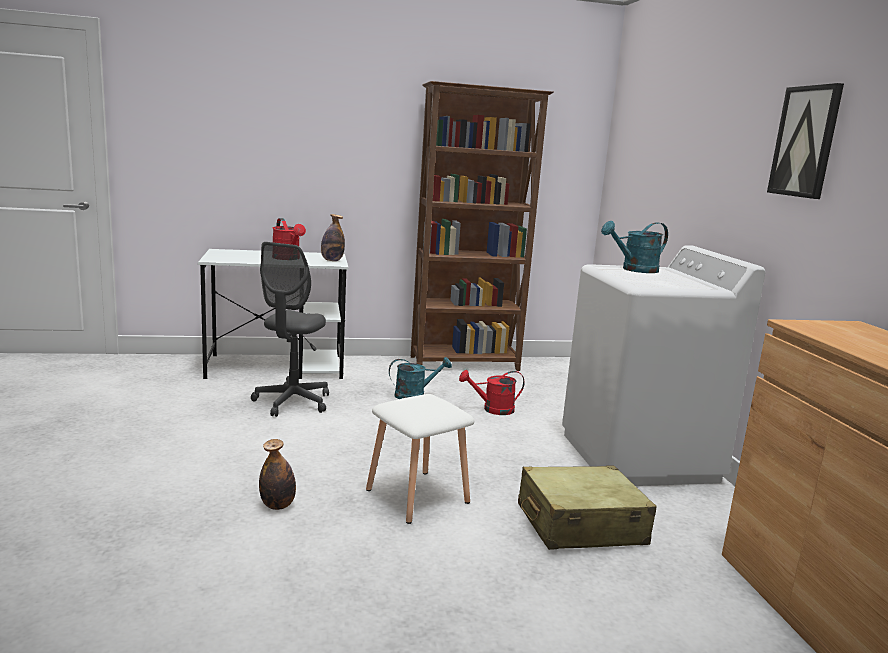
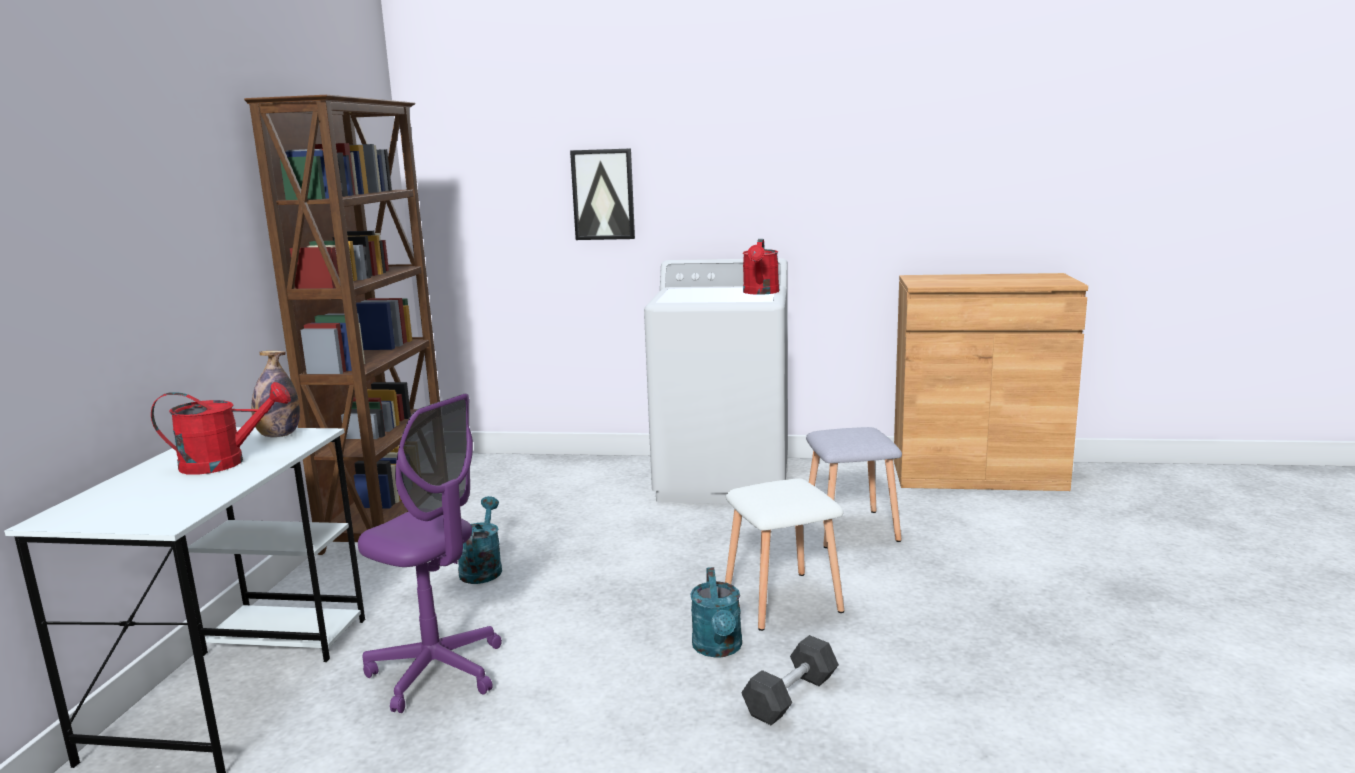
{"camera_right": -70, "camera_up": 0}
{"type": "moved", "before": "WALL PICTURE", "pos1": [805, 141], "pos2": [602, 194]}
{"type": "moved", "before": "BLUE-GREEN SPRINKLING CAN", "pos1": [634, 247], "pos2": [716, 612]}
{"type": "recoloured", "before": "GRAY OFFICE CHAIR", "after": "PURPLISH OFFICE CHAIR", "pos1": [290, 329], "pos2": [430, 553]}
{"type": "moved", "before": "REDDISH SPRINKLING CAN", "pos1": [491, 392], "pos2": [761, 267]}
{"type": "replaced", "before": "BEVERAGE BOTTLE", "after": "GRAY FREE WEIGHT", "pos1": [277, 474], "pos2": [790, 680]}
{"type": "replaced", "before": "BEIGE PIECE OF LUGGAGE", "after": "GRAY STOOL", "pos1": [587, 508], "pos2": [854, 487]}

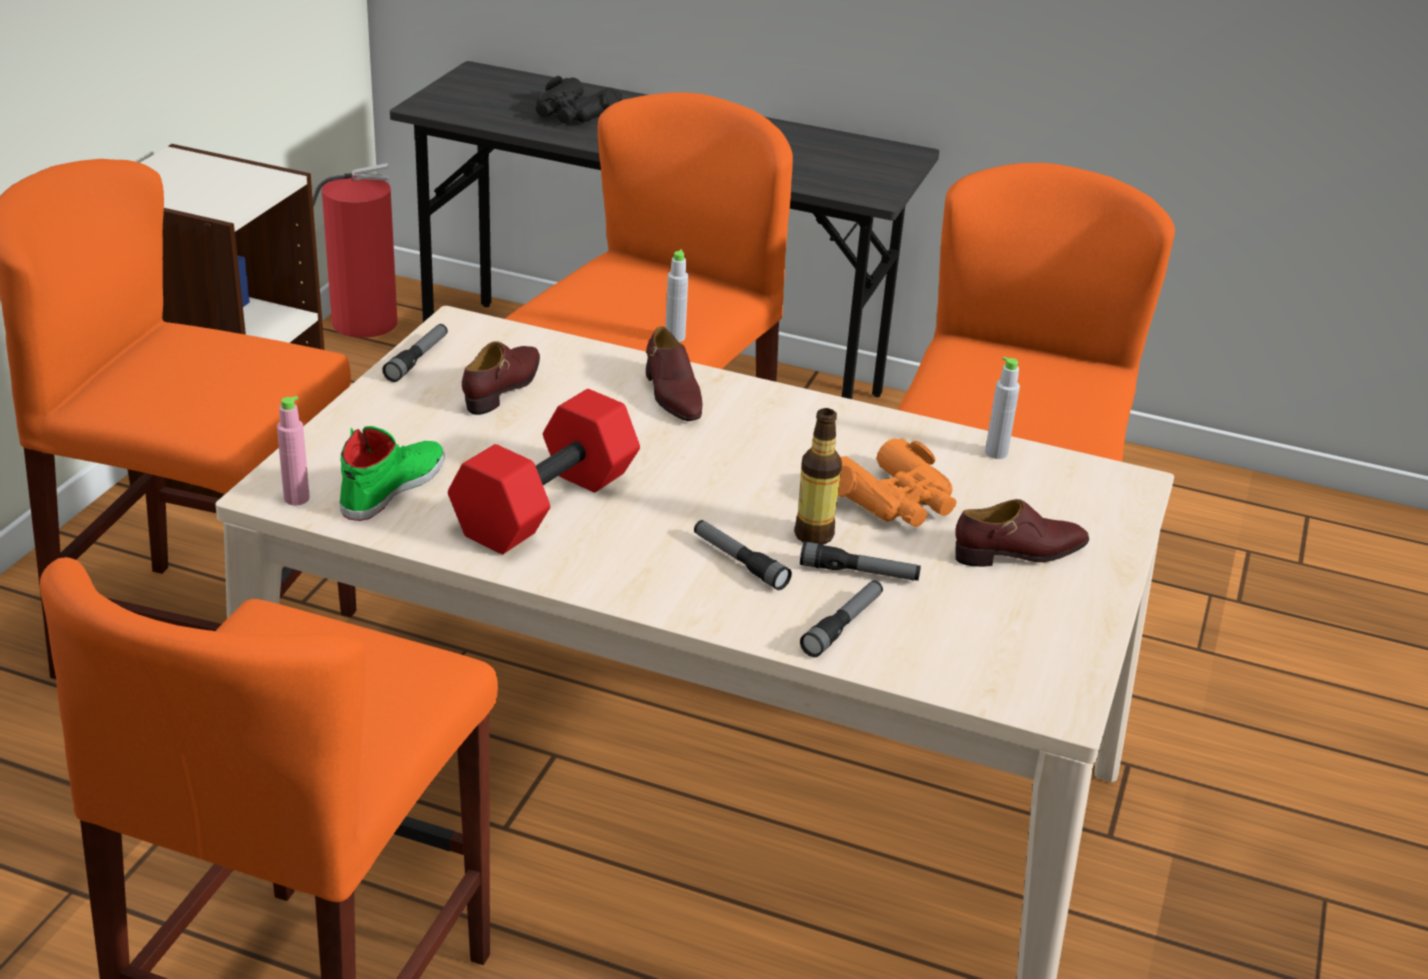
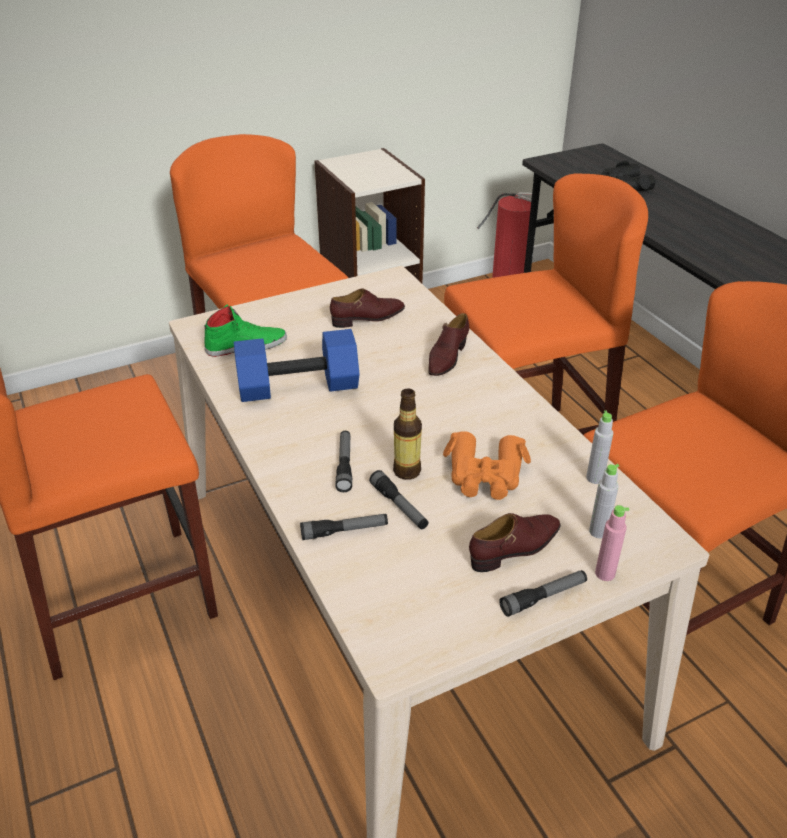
{"camera_right": 45, "camera_up": 5}
{"type": "moved", "before": "GRAY BEVERAGE BOTTLE", "pos1": [676, 296], "pos2": [604, 501]}
{"type": "moved", "before": "HAND TORCH", "pos1": [415, 353], "pos2": [543, 593]}
{"type": "recoloured", "before": "REDDISH FREE WEIGHT", "after": "BLUE FREE WEIGHT", "pos1": [544, 471], "pos2": [296, 365]}
{"type": "moved", "before": "PINK BEVERAGE BOTTLE", "pos1": [293, 450], "pos2": [612, 543]}
{"type": "turned", "before": "BROWN ITEM OF FOOTWEAR", "pos1": [1022, 533], "pos2": [515, 542], "turn": -60}

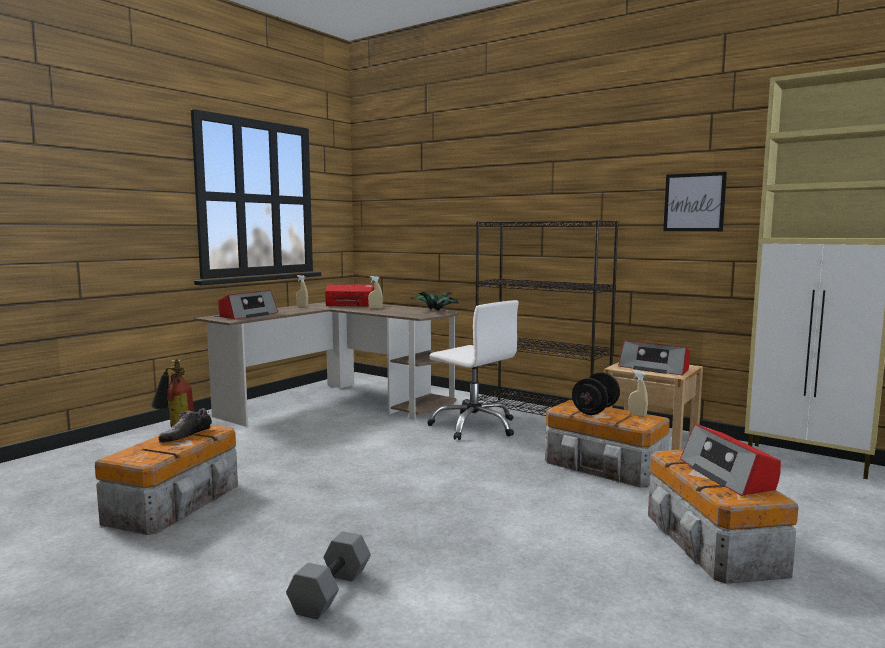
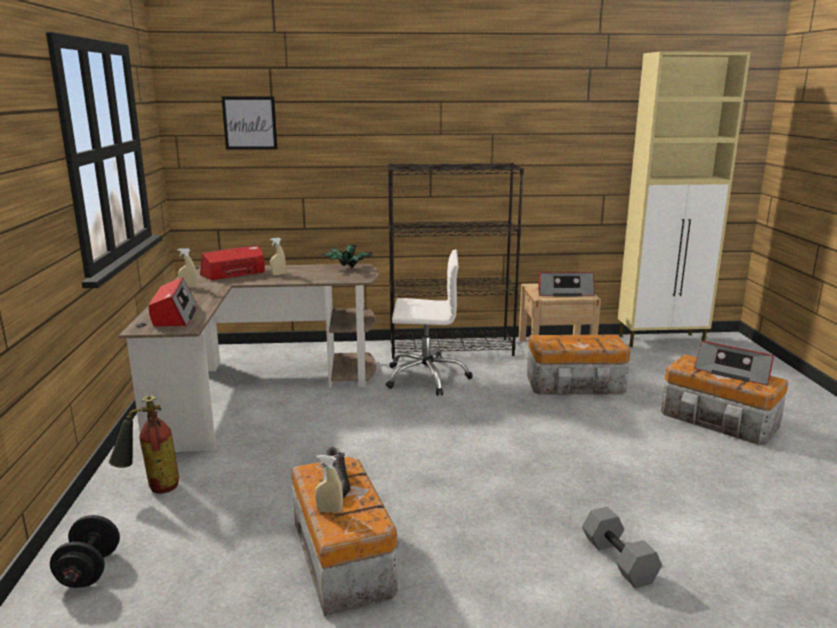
{"camera_right": -40, "camera_up": 10}
{"type": "moved", "before": "WALL PICTURE", "pos1": [695, 201], "pos2": [249, 123]}
{"type": "moved", "before": "BEIGE SPRAY BOTTLE", "pos1": [638, 393], "pos2": [329, 484]}
{"type": "moved", "before": "BLACK FREE WEIGHT", "pos1": [596, 393], "pos2": [85, 551]}

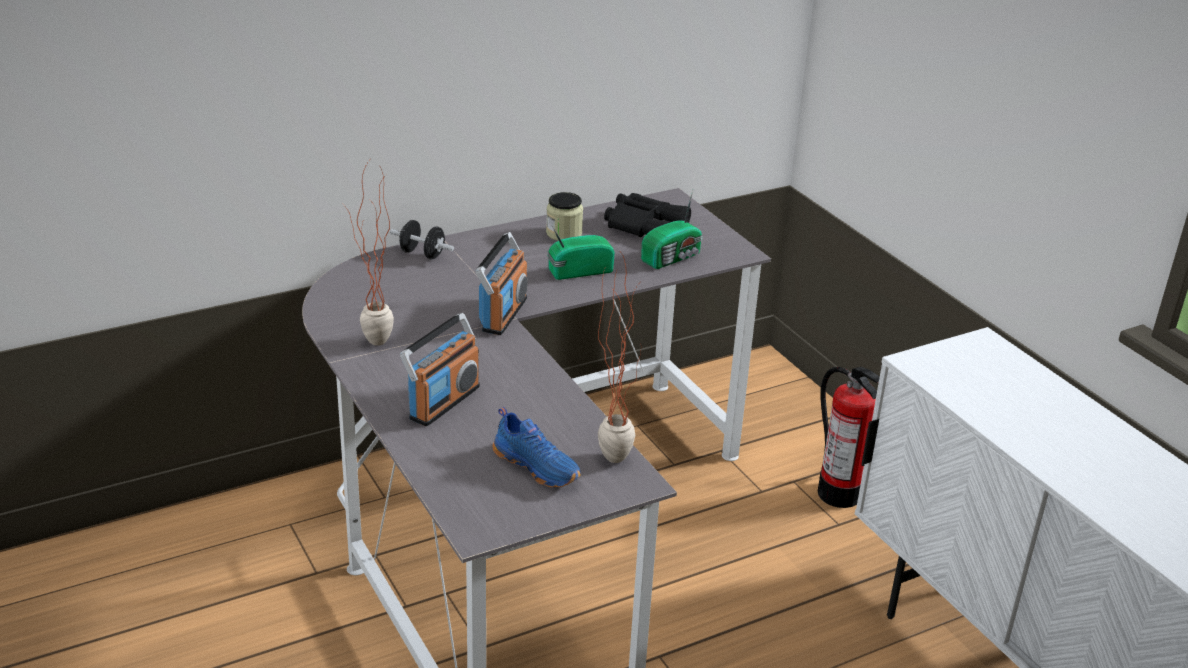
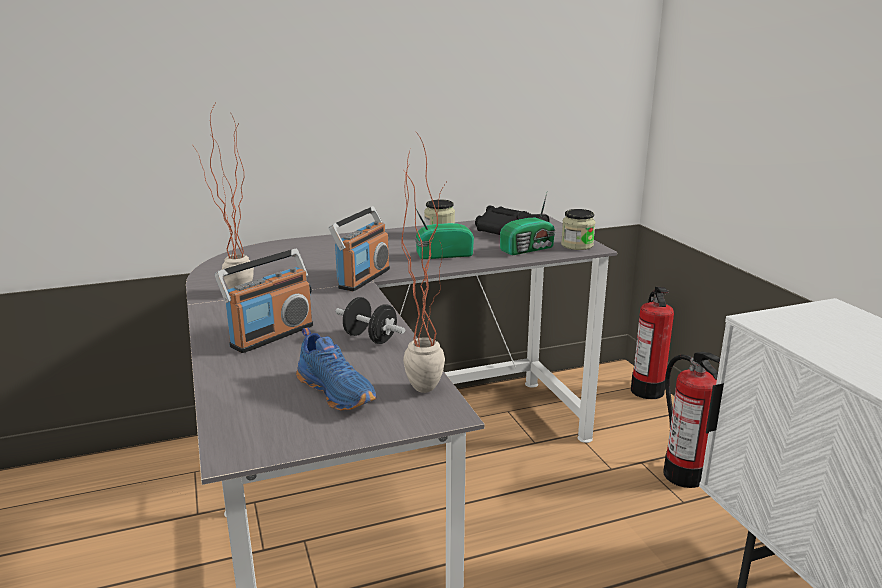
{"camera_right": 10, "camera_up": -10}
{"type": "moved", "before": "BLACK FREE WEIGHT", "pos1": [422, 239], "pos2": [370, 320]}
{"type": "added", "after": "STORAGE JAR", "pos2": [578, 229]}
{"type": "added", "after": "FIRE EXTINGUISHER", "pos2": [652, 343]}

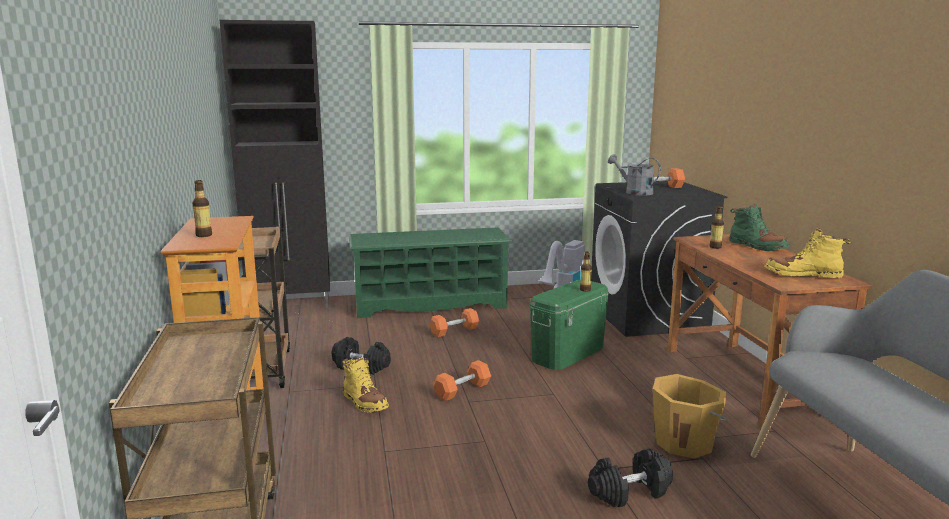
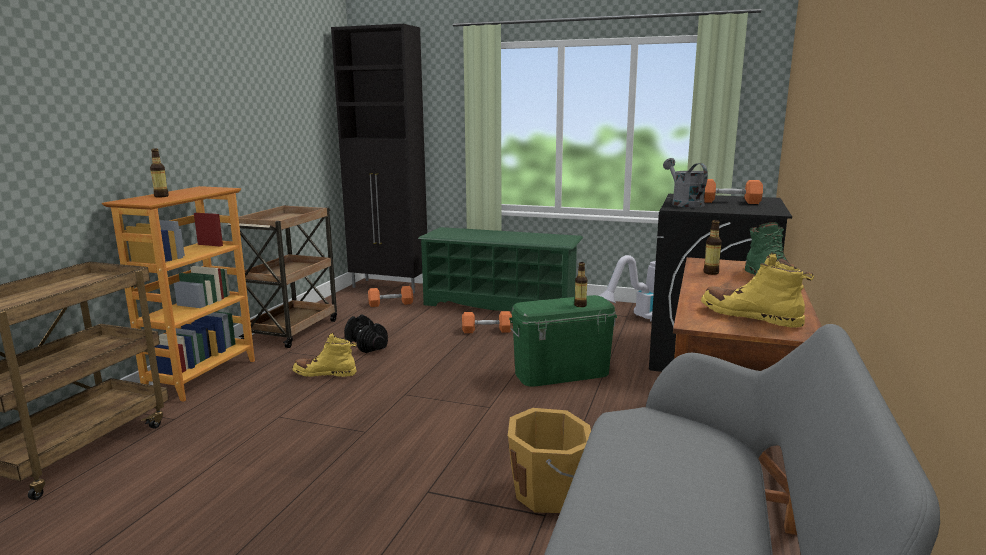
{"camera_right": 30, "camera_up": 0}
{"type": "turned", "before": "YELLOW-COLOURED HIGH-TOP BOOT", "pos1": [365, 385], "pos2": [325, 355], "turn": 105}
{"type": "moved", "before": "ORANGE-COLOURED FREE WEIGHT", "pos1": [462, 380], "pos2": [390, 296]}
{"type": "removed", "before": "BLACK FREE WEIGHT", "pos1": [630, 477]}

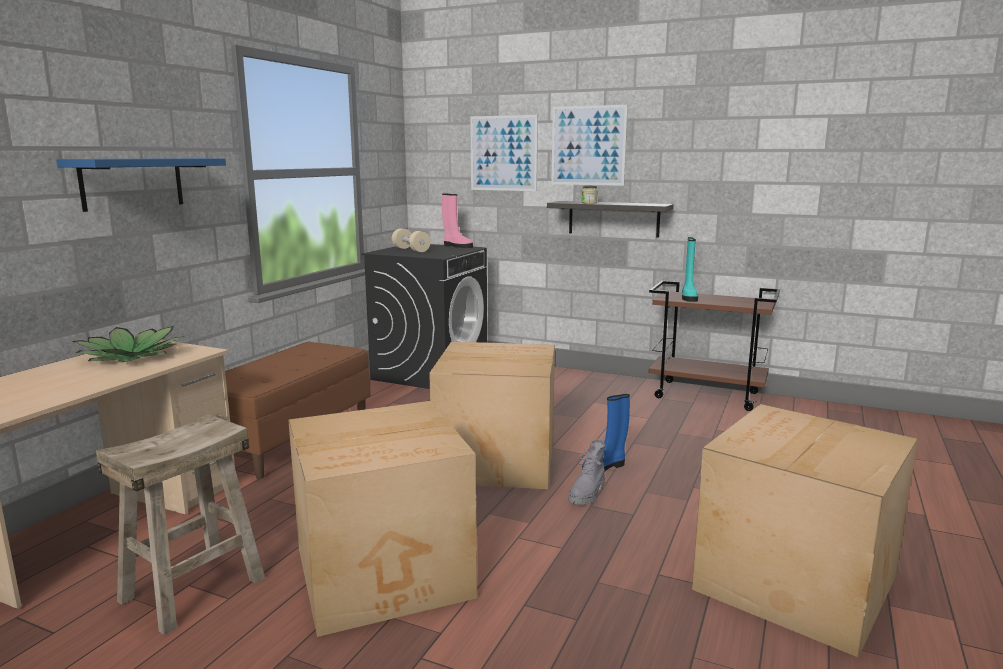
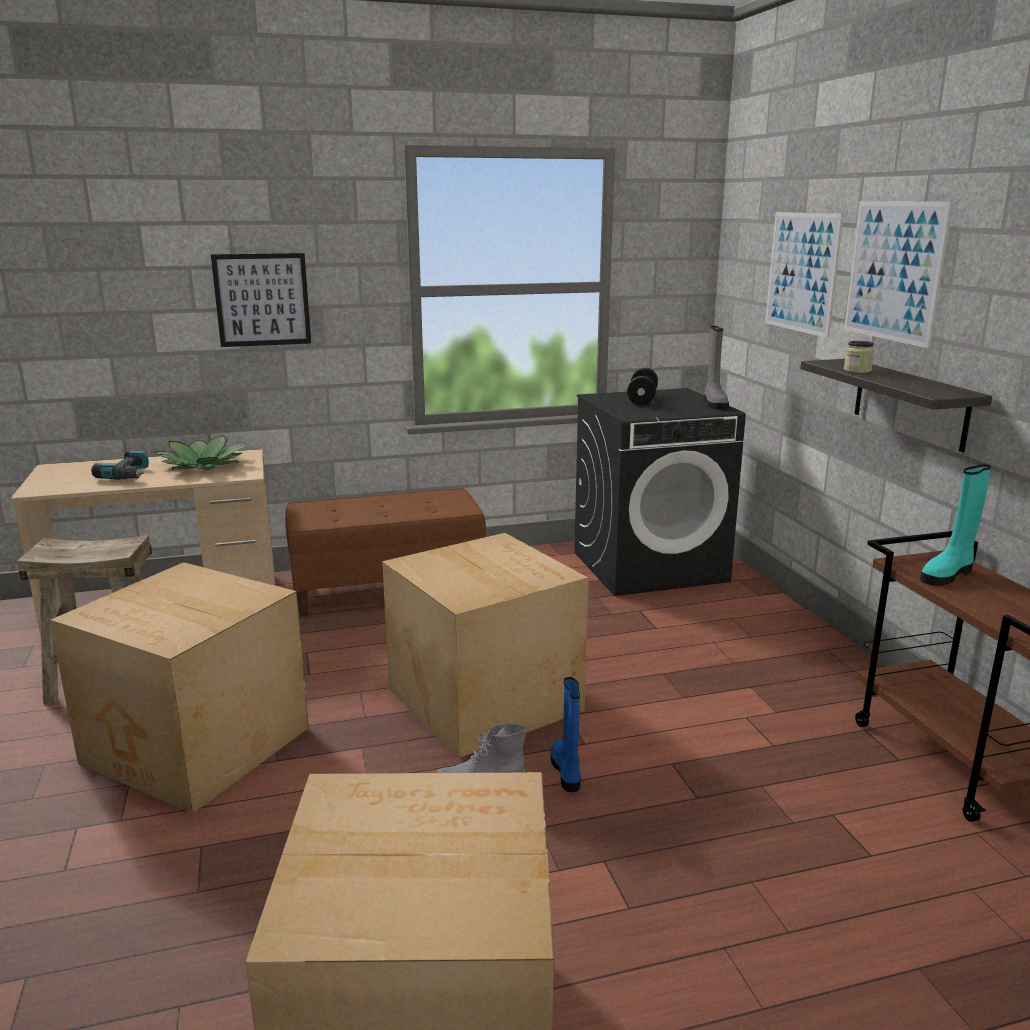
{"camera_right": 50, "camera_up": 5}
{"type": "replaced", "before": "BLUE SHELF", "after": "WALL PICTURE", "pos1": [141, 185], "pos2": [261, 300]}
{"type": "recoloured", "before": "PINK HIGH-TOP BOOT", "after": "GRAY HIGH-TOP BOOT", "pos1": [457, 220], "pos2": [716, 368]}
{"type": "recoloured", "before": "BEIGE FREE WEIGHT", "after": "BLACK FREE WEIGHT", "pos1": [411, 240], "pos2": [642, 386]}
{"type": "turned", "before": "BLUE HIGH-TOP BOOT", "pos1": [606, 432], "pos2": [566, 734], "turn": 60}
{"type": "added", "after": "POWER DRILL", "pos2": [120, 465]}

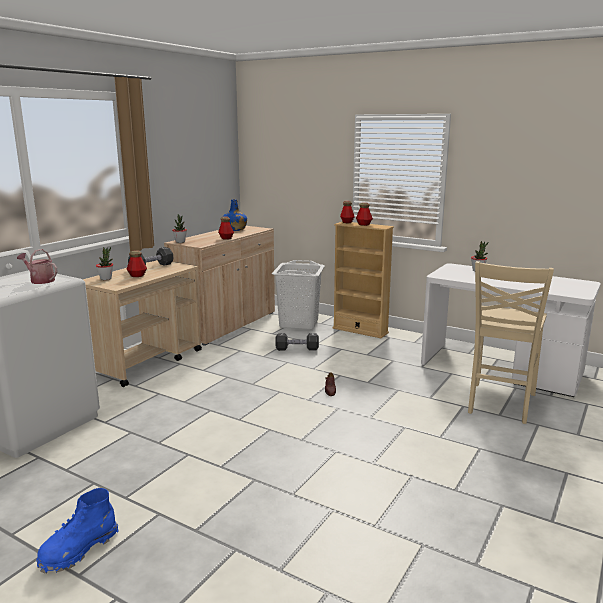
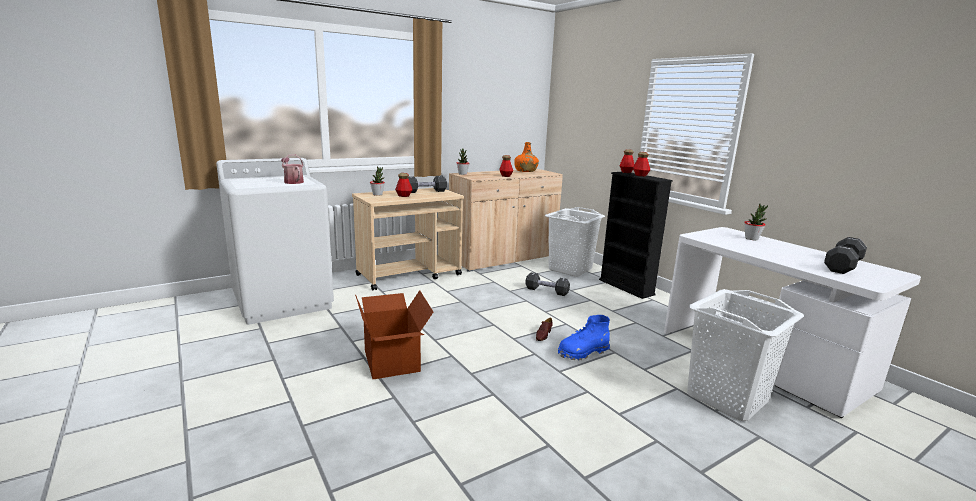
{"camera_right": 25, "camera_up": 0}
{"type": "recoloured", "before": "BLUE BEVERAGE BOTTLE", "after": "ORANGE-COLOURED BEVERAGE BOTTLE", "pos1": [234, 215], "pos2": [526, 157]}
{"type": "recoloured", "before": "BEIGE SHELVING UNIT", "after": "BLACK SHELVING UNIT", "pos1": [363, 280], "pos2": [636, 235]}
{"type": "replaced", "before": "BEIGE PLAIN CHAIR", "after": "WHITE WASHING BASKET", "pos1": [511, 342], "pos2": [745, 355]}
{"type": "moved", "before": "BLUE HIGH-TOP BOOT", "pos1": [77, 531], "pos2": [584, 337]}
{"type": "added", "after": "BLACK FREE WEIGHT", "pos2": [845, 255]}
{"type": "added", "after": "CARTON", "pos2": [394, 334]}

